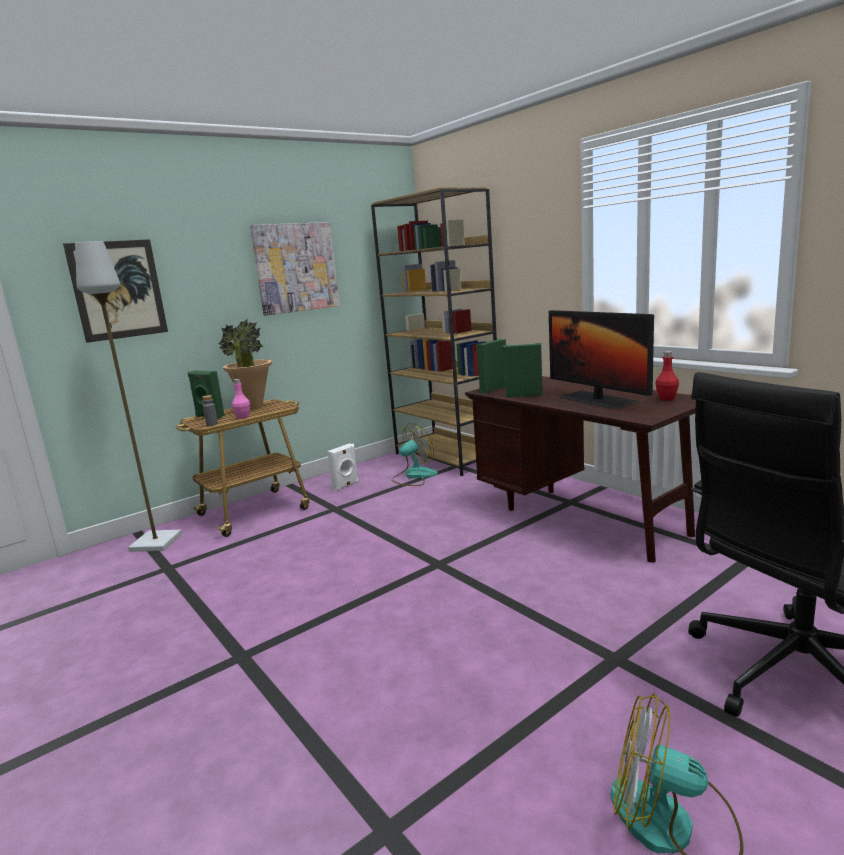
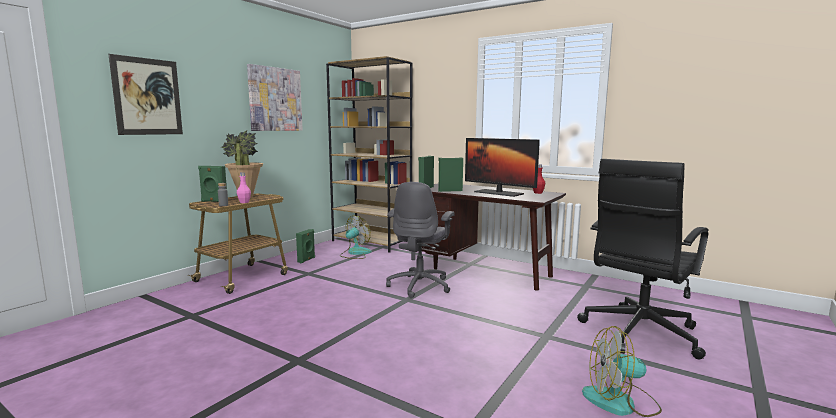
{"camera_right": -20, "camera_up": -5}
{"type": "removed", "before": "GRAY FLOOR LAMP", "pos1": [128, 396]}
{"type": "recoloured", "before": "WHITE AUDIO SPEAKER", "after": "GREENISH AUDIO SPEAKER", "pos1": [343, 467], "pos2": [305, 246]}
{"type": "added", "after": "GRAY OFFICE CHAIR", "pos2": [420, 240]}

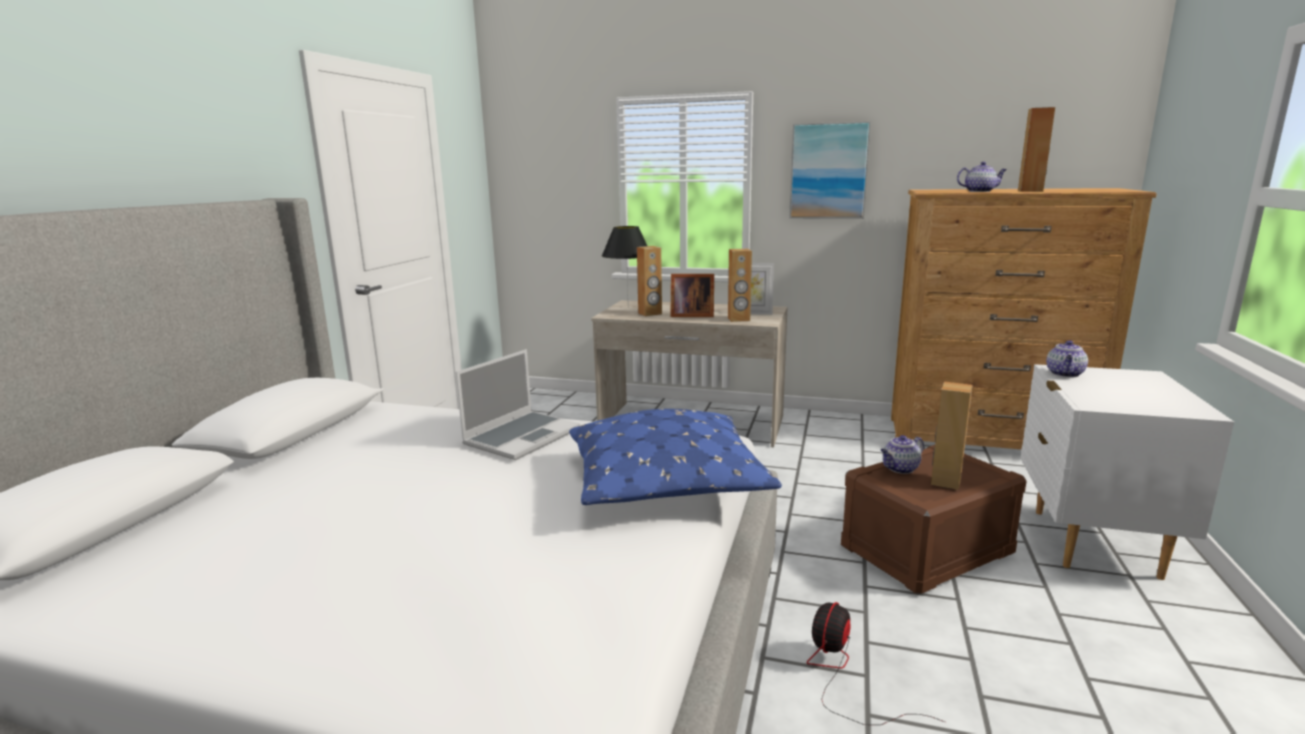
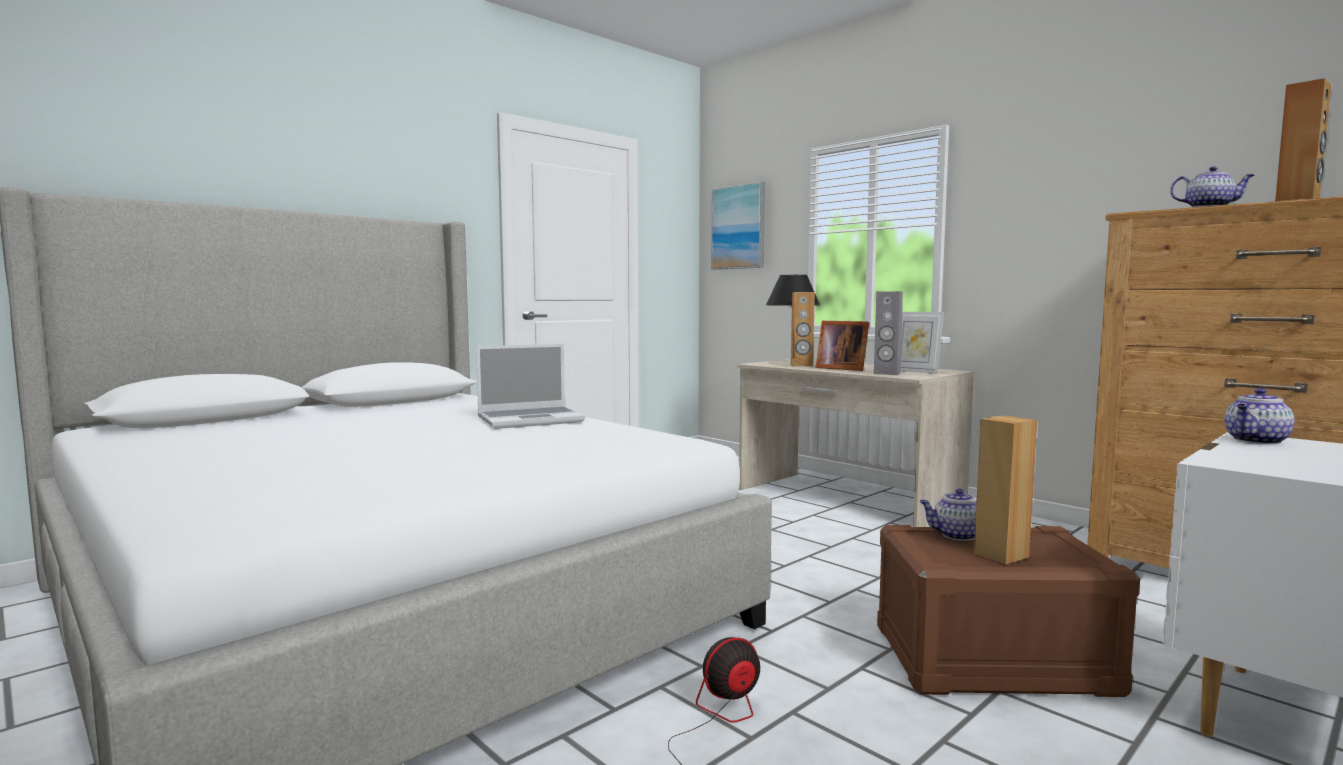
{"camera_right": 30, "camera_up": -10}
{"type": "moved", "before": "WALL PICTURE", "pos1": [830, 170], "pos2": [738, 225]}
{"type": "recoloured", "before": "BROWN AUDIO SPEAKER", "after": "GRAY AUDIO SPEAKER", "pos1": [740, 285], "pos2": [888, 333]}
{"type": "removed", "before": "BLUE THROW PILLOW", "pos1": [675, 457]}

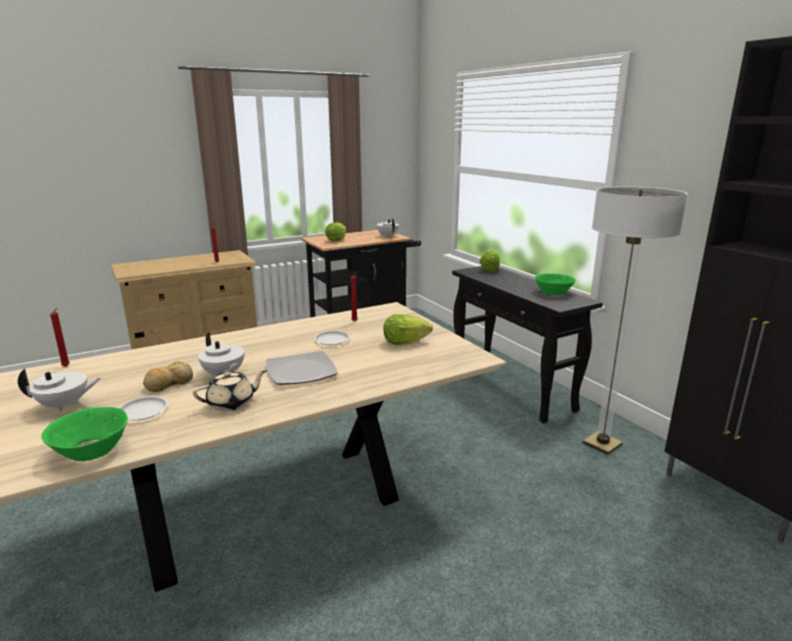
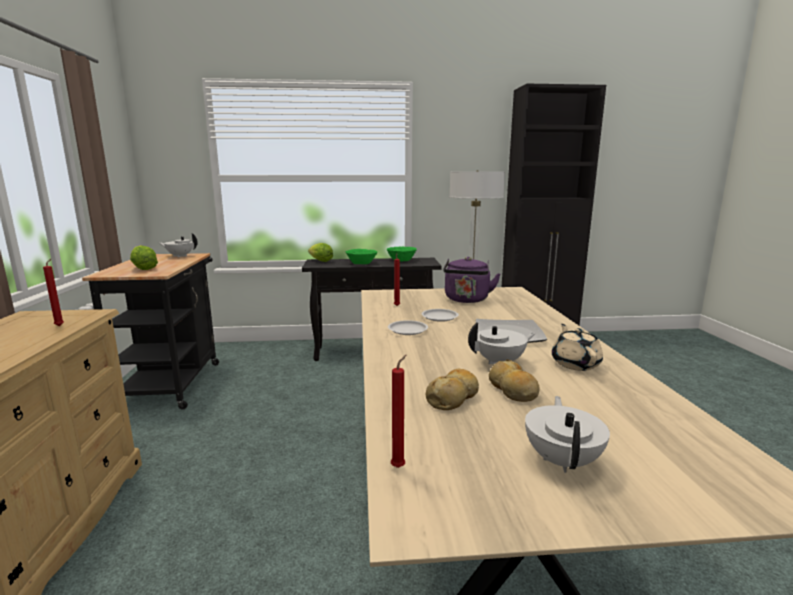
{"camera_right": -65, "camera_up": -5}
{"type": "replaced", "before": "LETTUCE HEAD", "after": "PURPLISH KETTLE", "pos1": [408, 329], "pos2": [471, 280]}
{"type": "moved", "before": "WHITE FLAT DISH", "pos1": [144, 408], "pos2": [408, 327]}
{"type": "moved", "before": "GREENISH DEEP DISH", "pos1": [85, 434], "pos2": [361, 256]}
{"type": "added", "after": "BAKERY BREAD", "pos2": [452, 389]}

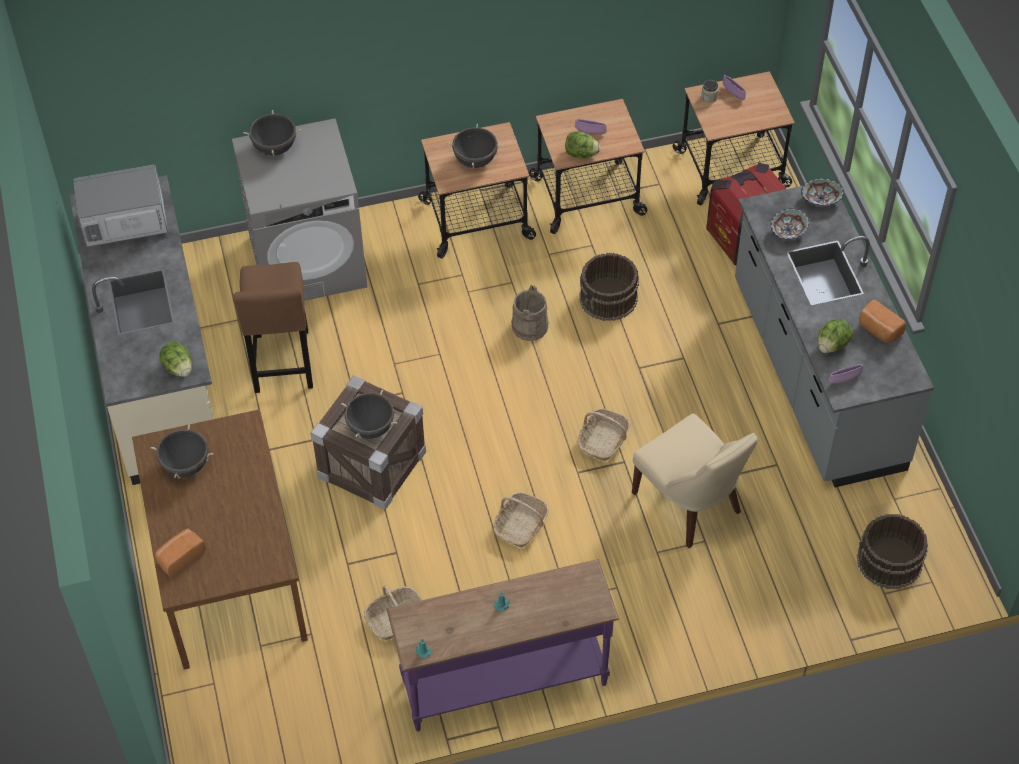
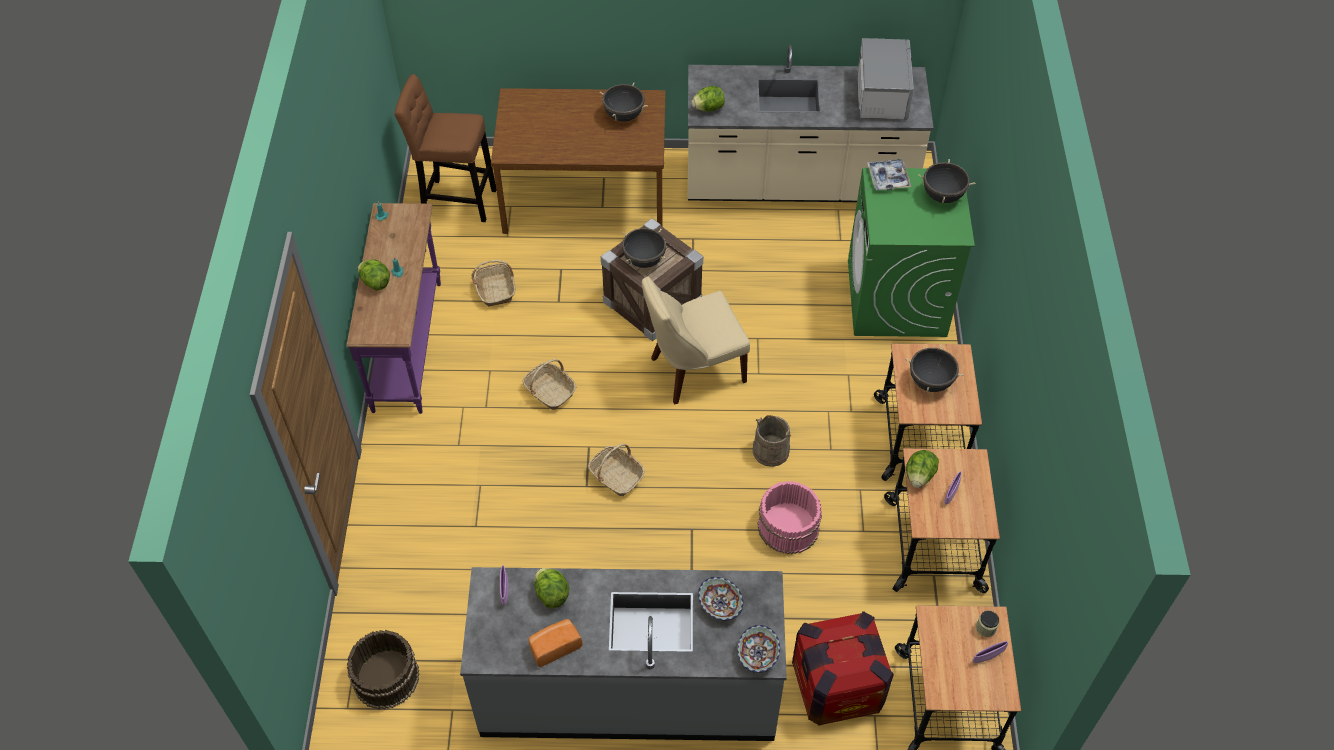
{"camera_right": 105, "camera_up": 0}
{"type": "recoloured", "before": "GRAY WASHING MACHINE", "after": "GREENISH WASHING MACHINE", "pos1": [299, 209], "pos2": [911, 252]}
{"type": "recoloured", "before": "BROWN PAIL", "after": "PINK PAIL", "pos1": [609, 287], "pos2": [789, 517]}
{"type": "moved", "before": "BROWN STOOL", "pos1": [273, 327], "pos2": [445, 148]}
{"type": "moved", "before": "BEIGE PLAIN CHAIR", "pos1": [695, 480], "pos2": [696, 340]}
{"type": "removed", "before": "BAKERY BREAD", "pos1": [180, 552]}
{"type": "added", "after": "SERVING TRAY", "pos2": [889, 174]}
{"type": "added", "after": "LETTUCE HEAD", "pos2": [374, 275]}

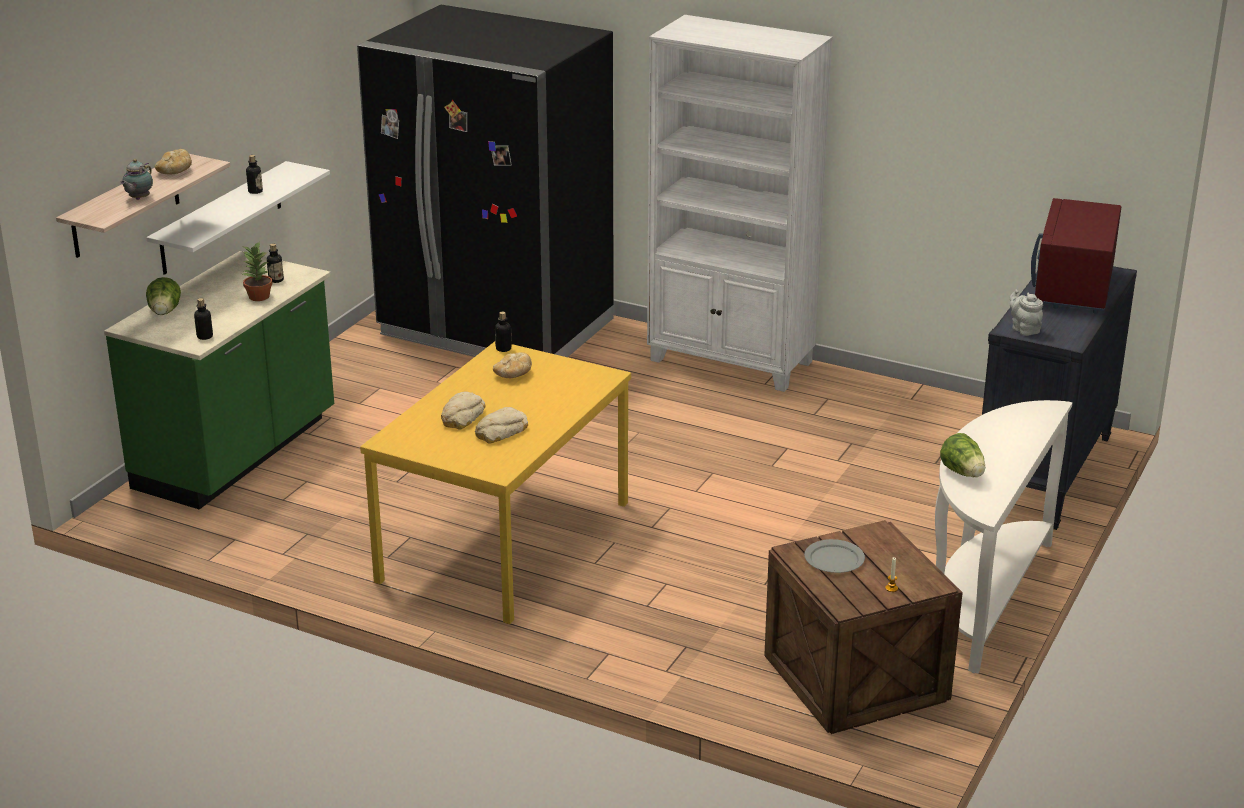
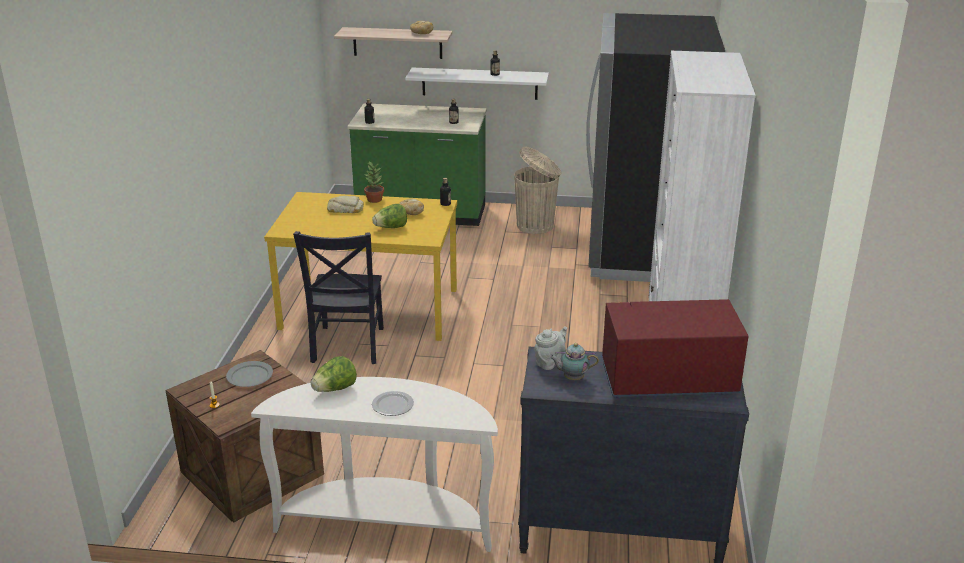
{"camera_right": 70, "camera_up": 0}
{"type": "moved", "before": "TEAPOT", "pos1": [136, 179], "pos2": [574, 361]}
{"type": "moved", "before": "PLANT IN A POT", "pos1": [258, 271], "pos2": [374, 182]}
{"type": "moved", "before": "LETTUCE HEAD", "pos1": [163, 296], "pos2": [389, 216]}
{"type": "removed", "before": "BAKERY BREAD", "pos1": [501, 425]}
{"type": "added", "after": "BEIGE RUBBISH BIN", "pos2": [537, 190]}
{"type": "added", "after": "BLACK PLAIN CHAIR", "pos2": [338, 297]}
{"type": "added", "after": "FLAT DISH", "pos2": [393, 403]}

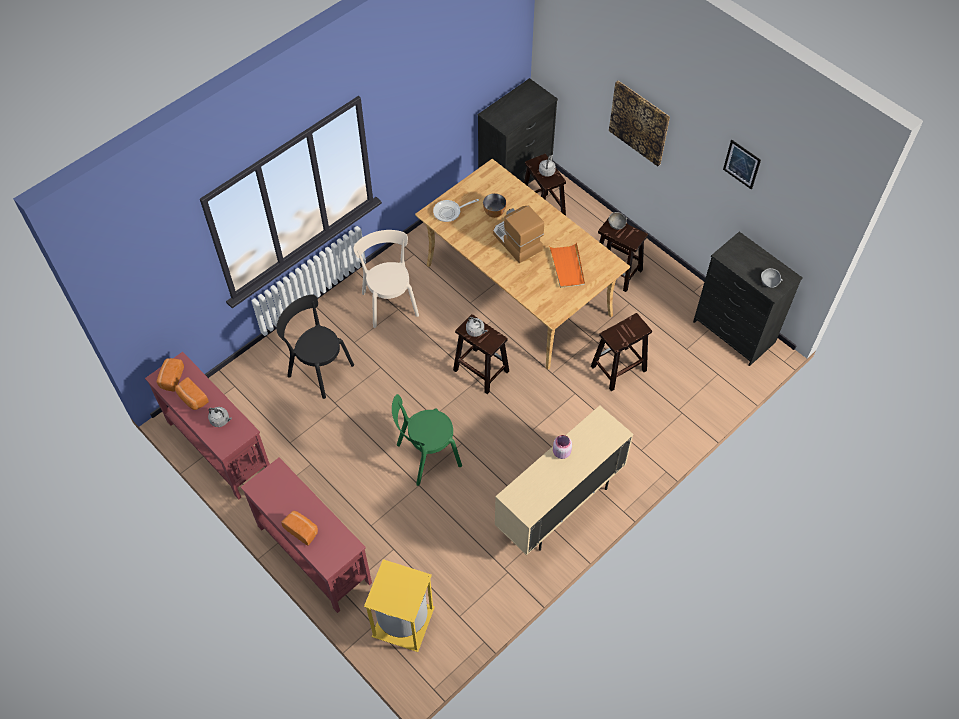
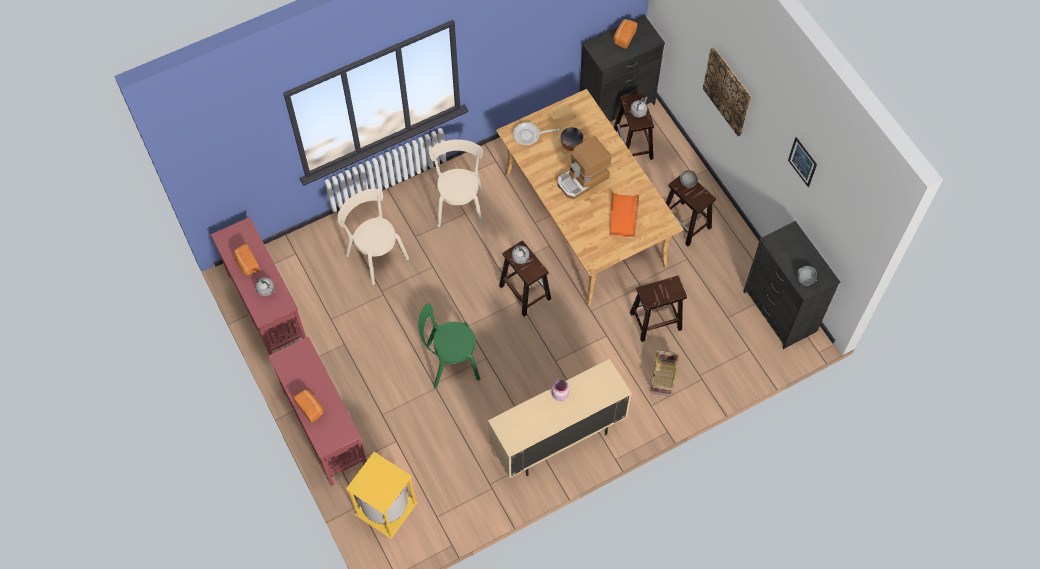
{"camera_right": 15, "camera_up": 5}
{"type": "turned", "before": "COFFEE MAKER", "pos1": [518, 234], "pos2": [584, 167], "turn": -105}
{"type": "recoloured", "before": "BLACK PLAIN CHAIR", "after": "BEIGE PLAIN CHAIR", "pos1": [315, 347], "pos2": [373, 237]}
{"type": "moved", "before": "BAKERY BREAD", "pos1": [170, 375], "pos2": [625, 34]}
{"type": "added", "after": "BASKET", "pos2": [665, 373]}

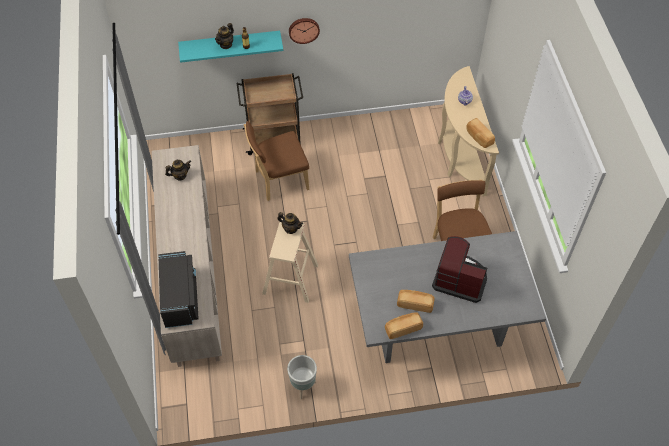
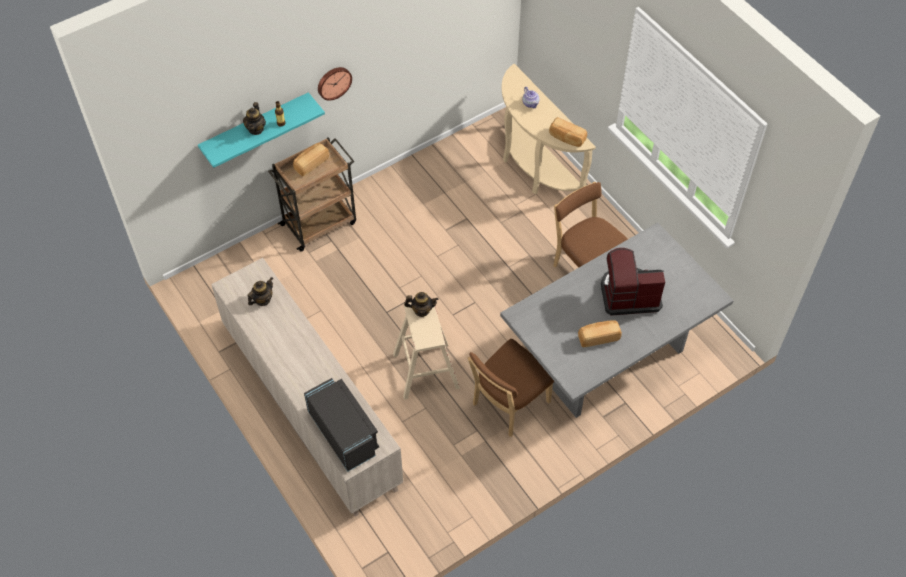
{"camera_right": -25, "camera_up": 0}
{"type": "moved", "before": "BROWN PLAIN CHAIR", "pos1": [276, 161], "pos2": [510, 388]}
{"type": "moved", "before": "BAKERY BREAD", "pos1": [404, 325], "pos2": [311, 159]}
{"type": "removed", "before": "GRAY PLANTER", "pos1": [302, 377]}

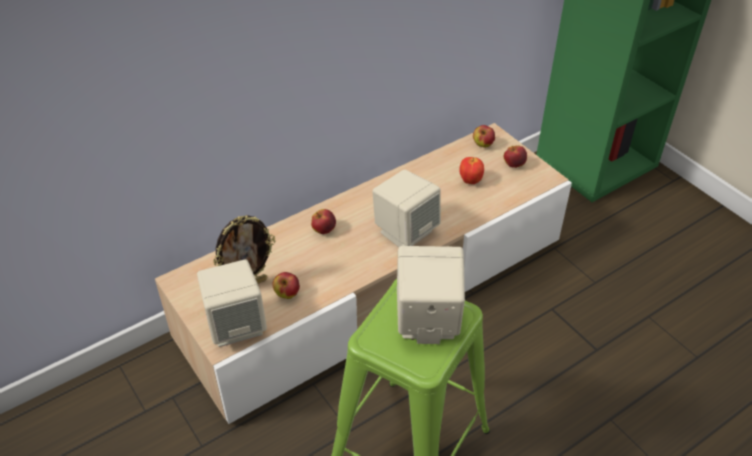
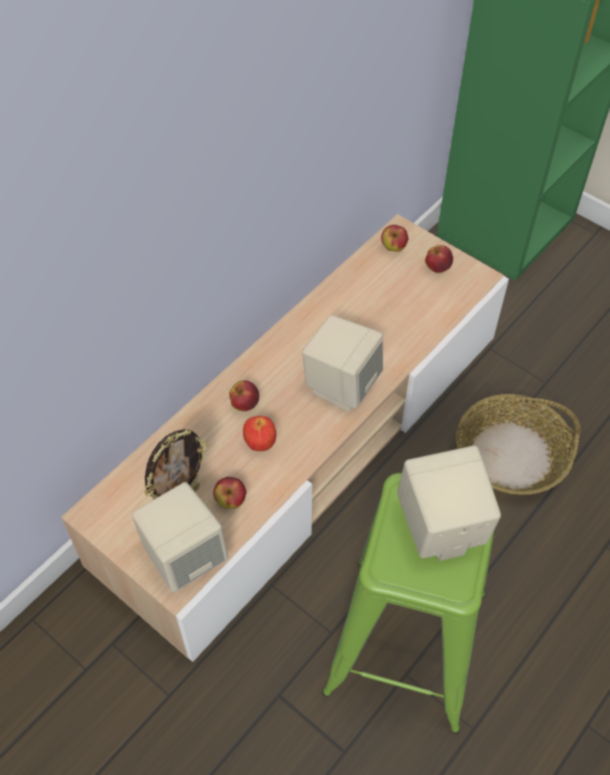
{"camera_right": -15, "camera_up": 10}
{"type": "moved", "before": "WHOLE APPLE", "pos1": [471, 170], "pos2": [259, 433]}
{"type": "added", "after": "BASKET", "pos2": [518, 444]}

